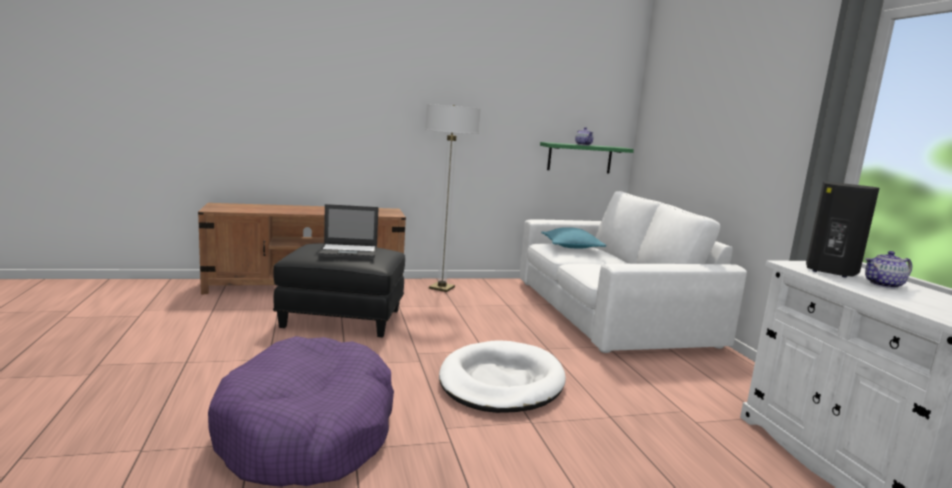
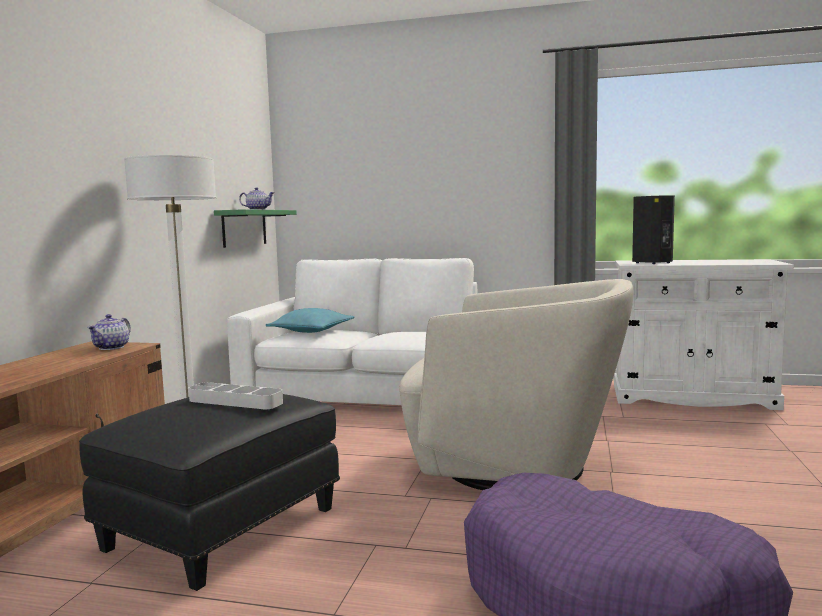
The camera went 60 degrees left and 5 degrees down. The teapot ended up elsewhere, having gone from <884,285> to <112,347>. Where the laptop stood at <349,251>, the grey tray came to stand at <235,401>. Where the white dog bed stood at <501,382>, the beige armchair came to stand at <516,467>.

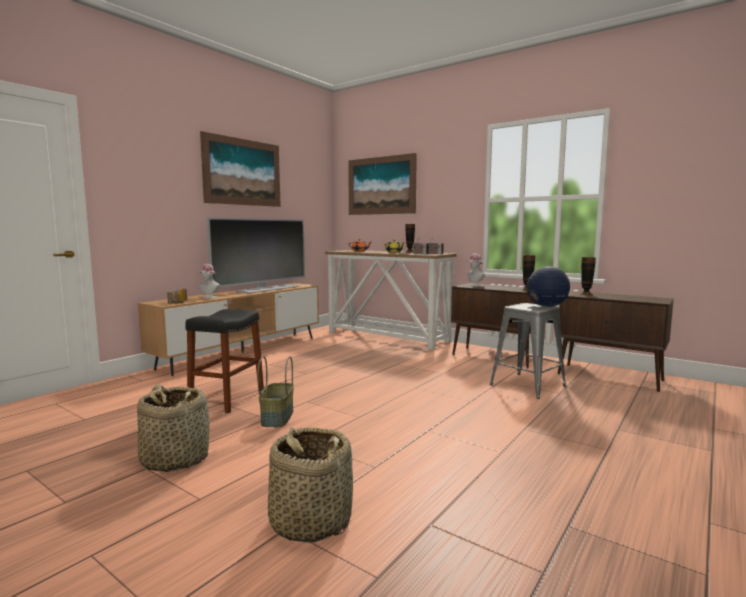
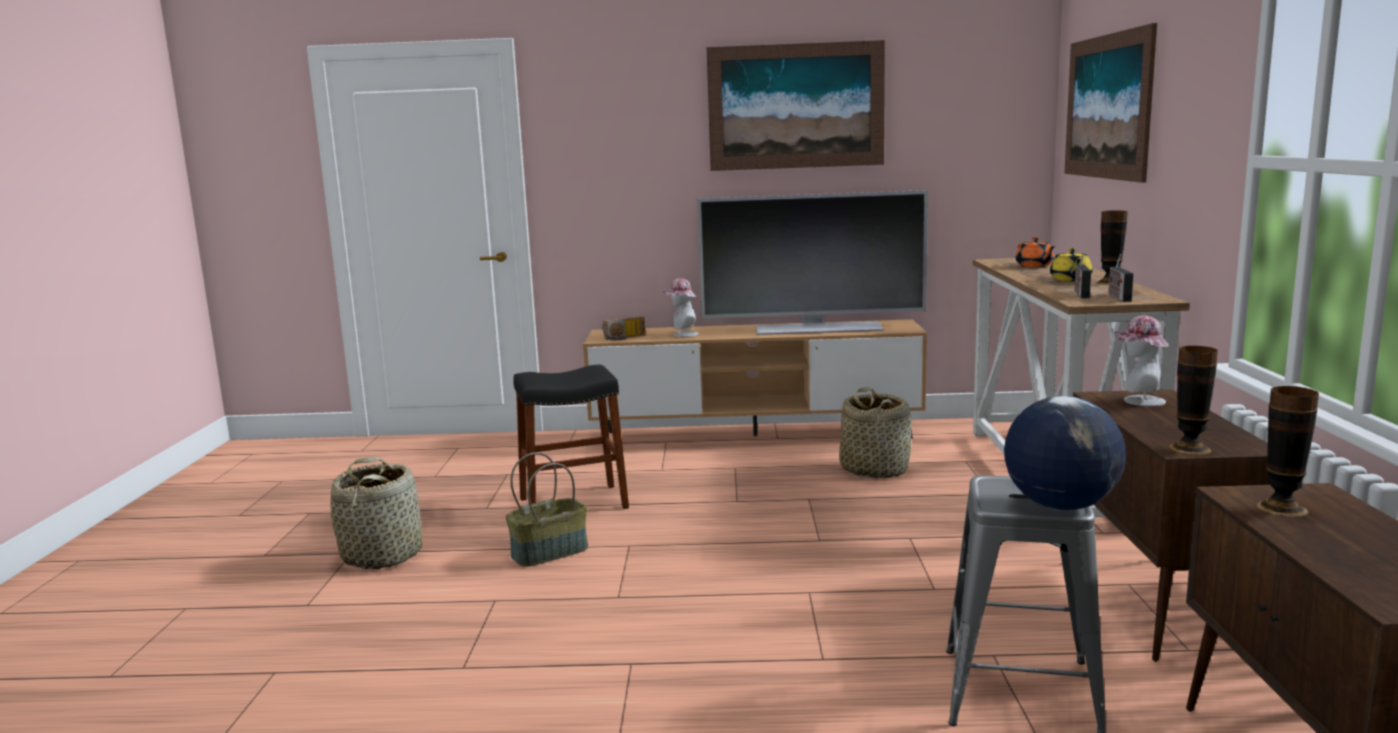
The camera went 55 degrees right and 5 degrees up. The basket ended up elsewhere, having gone from <310,521> to <874,469>.

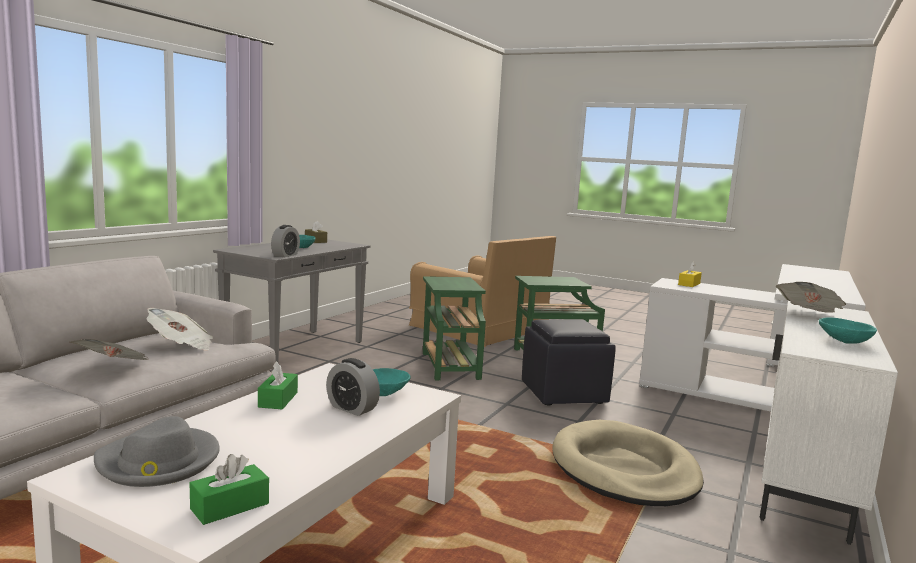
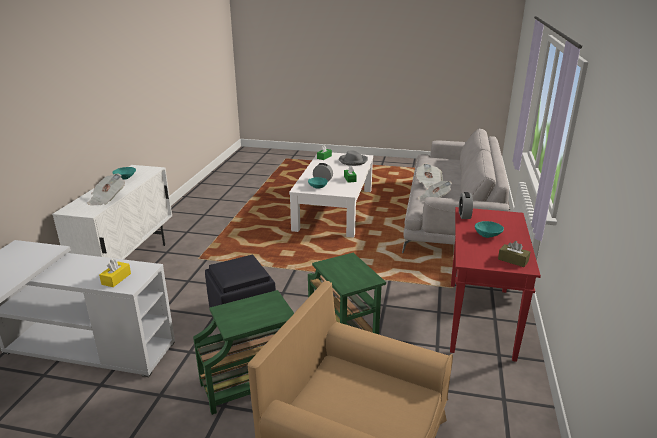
The camera went 165 degrees right and 15 degrees up. The second view lost the beige dog bed at <624,469>. What was the grey console table at <296,350> turned into the red console table at <480,320>.

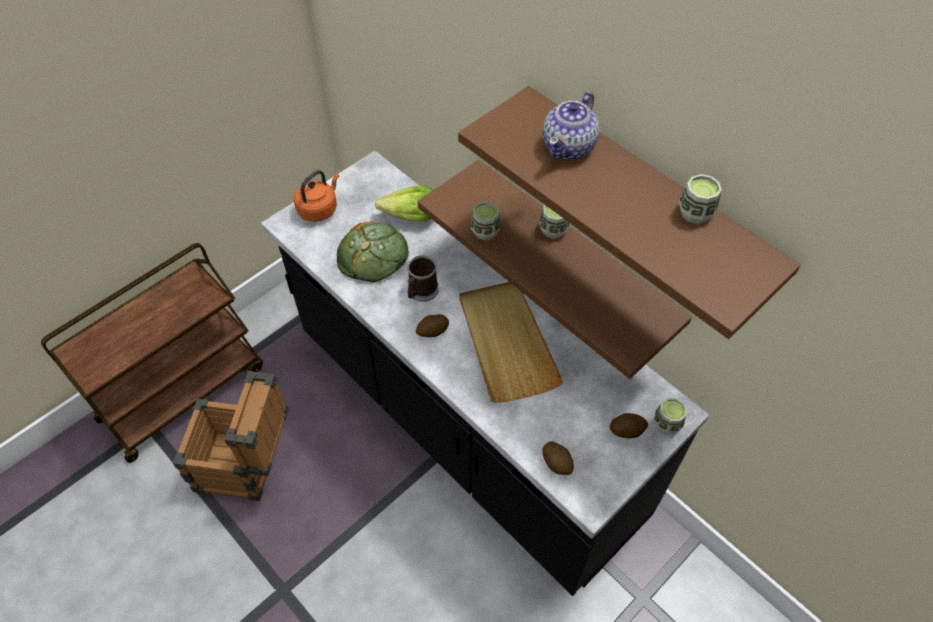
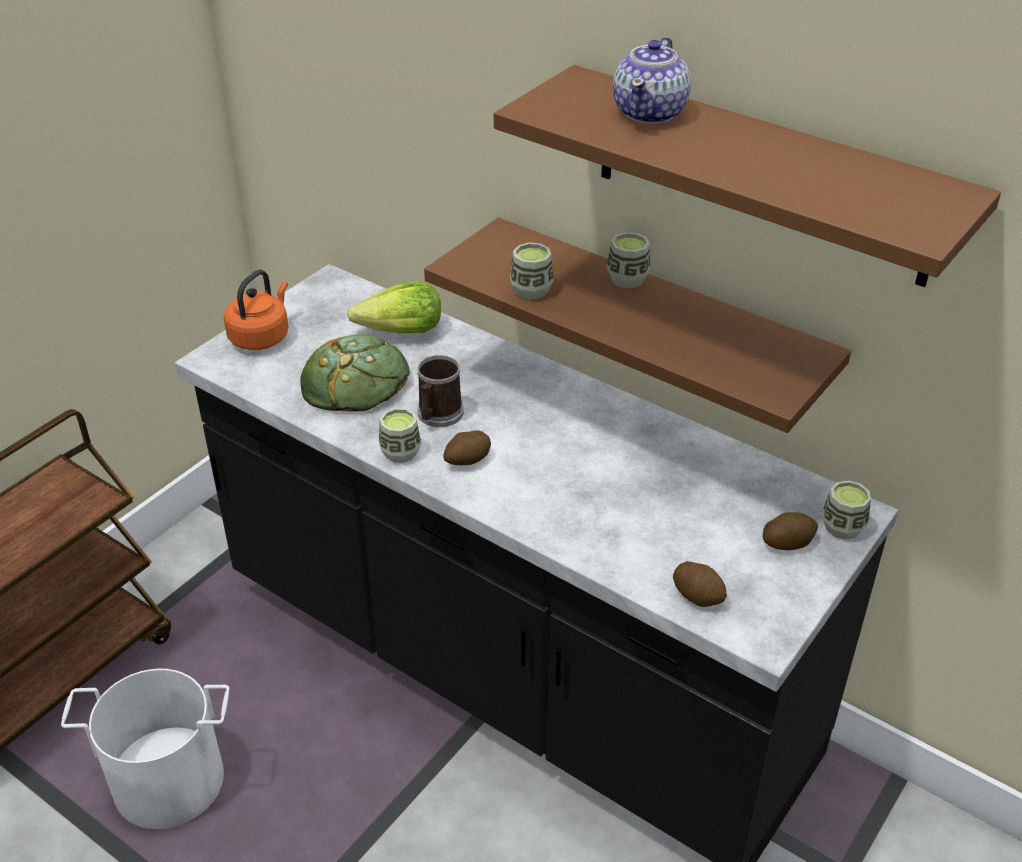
The camera went 10 degrees left and 15 degrees down. The second view lost the beige tray at <506,342>. The cup ended up elsewhere, having gone from <695,213> to <400,452>. Where the crate stood at <248,467>, the white bucket came to stand at <168,782>.

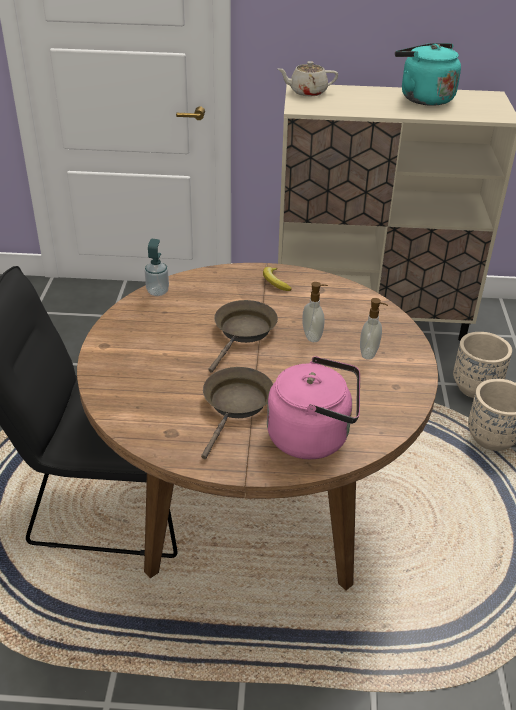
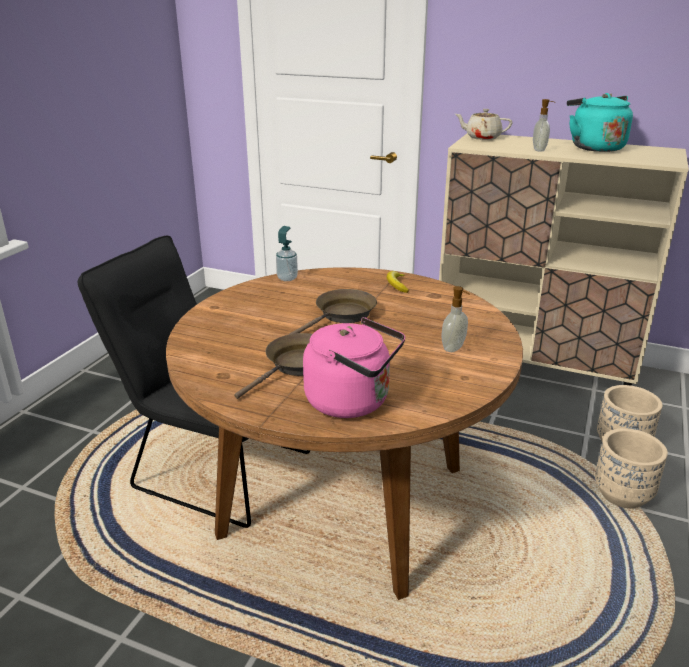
The camera went 20 degrees right and 10 degrees down. The soap dispenser ended up elsewhere, having gone from <313,336> to <540,150>.

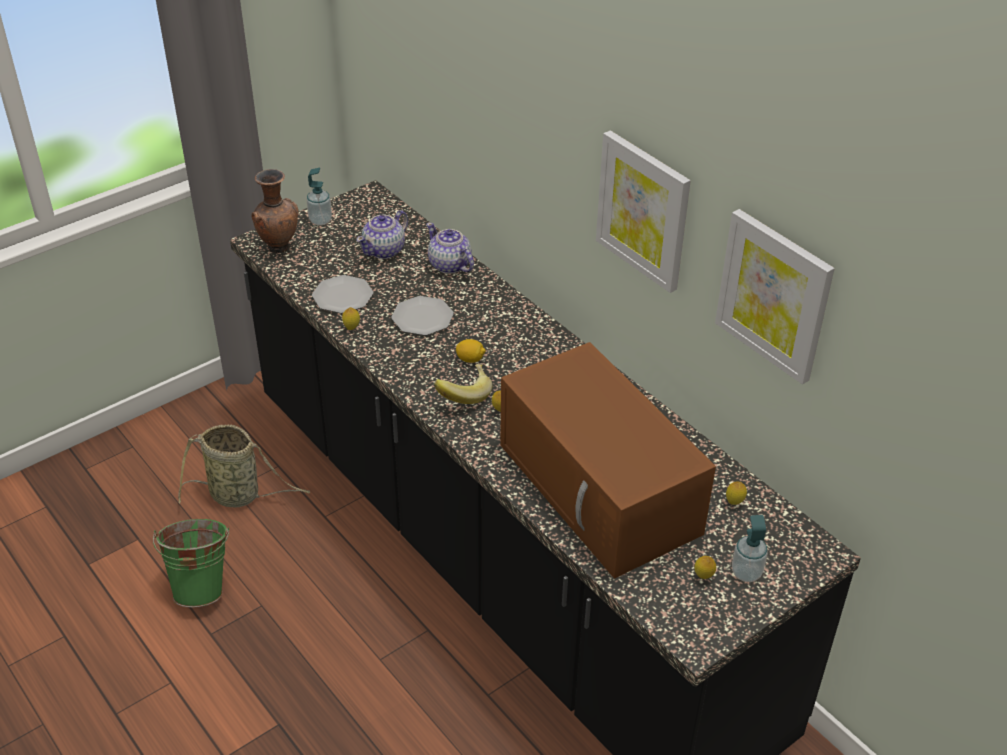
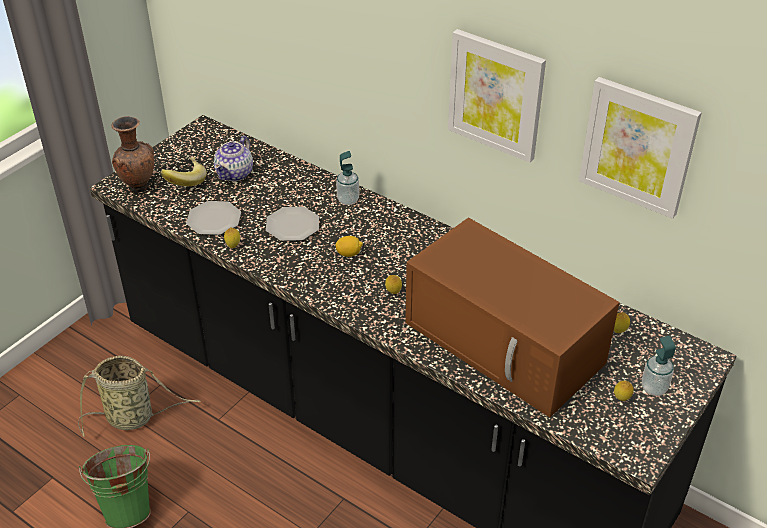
The camera went 15 degrees left and 0 degrees up. The second view lost the teapot at <449,265>. The soap dispenser ended up elsewhere, having gone from <320,220> to <348,200>. The banana ended up elsewhere, having gone from <463,394> to <184,181>.

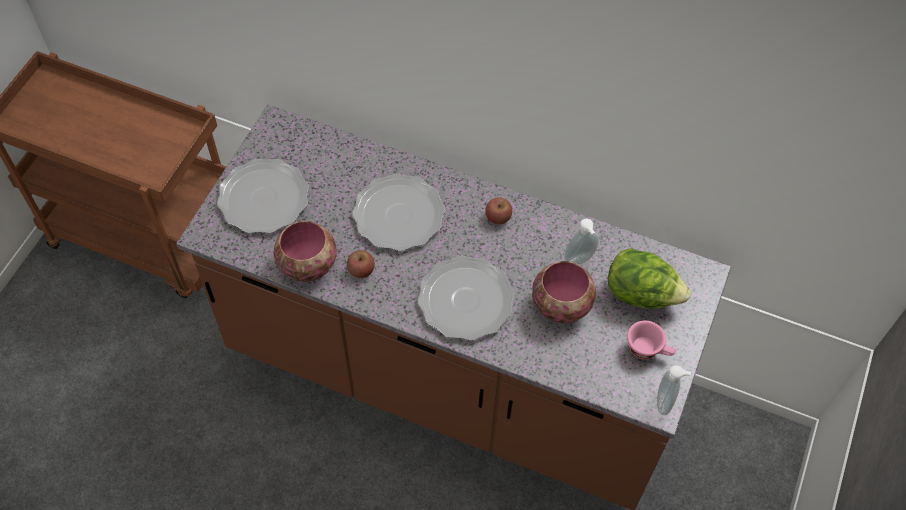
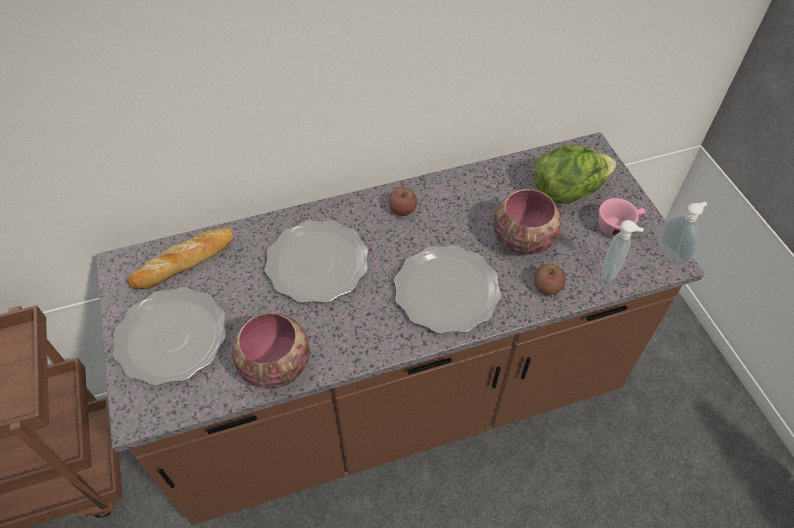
The camera went 40 degrees left and 5 degrees down. The second view gained the bread at <185,261>. The apple ended up elsewhere, having gone from <361,270> to <547,287>. The soap dispenser ended up elsewhere, having gone from <580,261> to <610,272>.

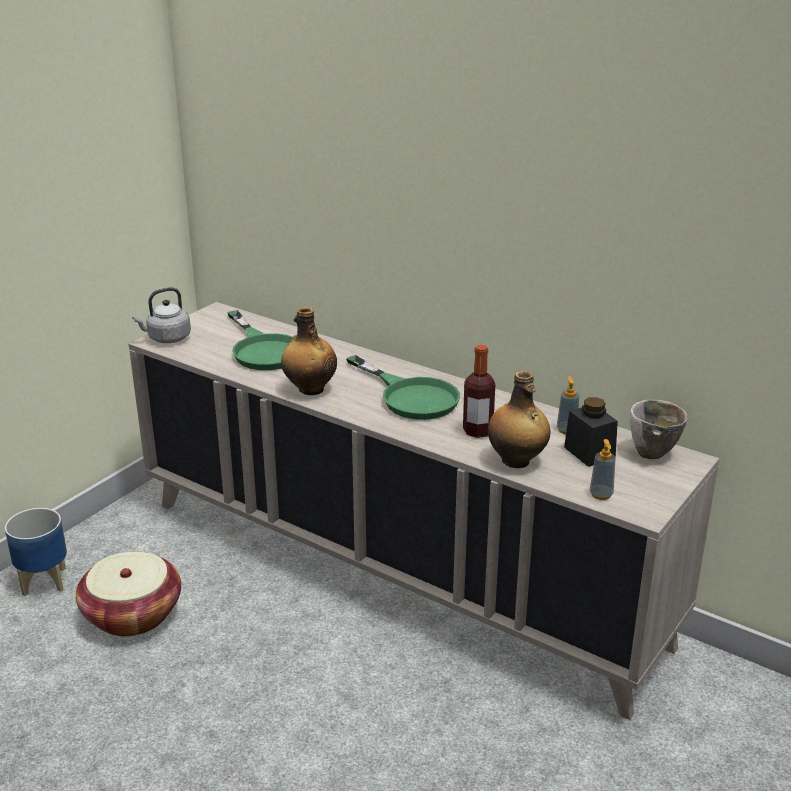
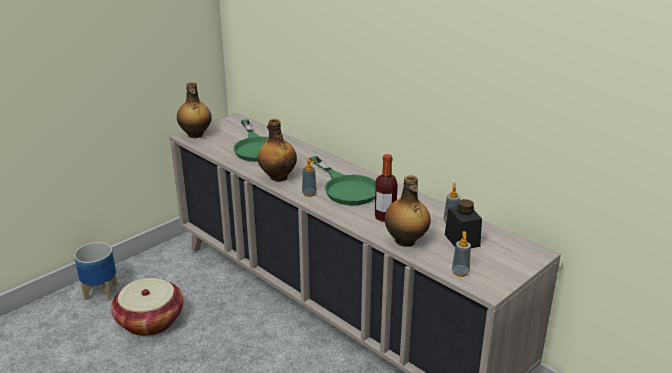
The camera went 10 degrees right and 0 degrees up. The second view lost the bowl at <652,455>. The second view gained the soap dispenser at <309,194>. Where the grey kettle stood at <167,338>, the bottle came to stand at <195,135>.

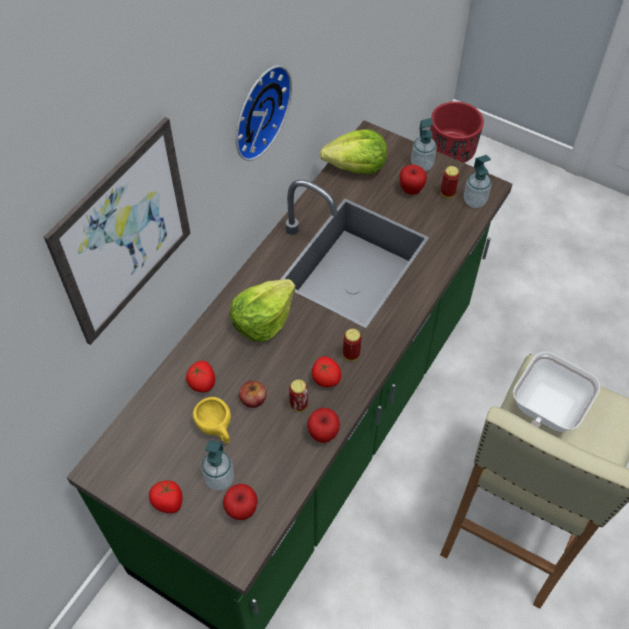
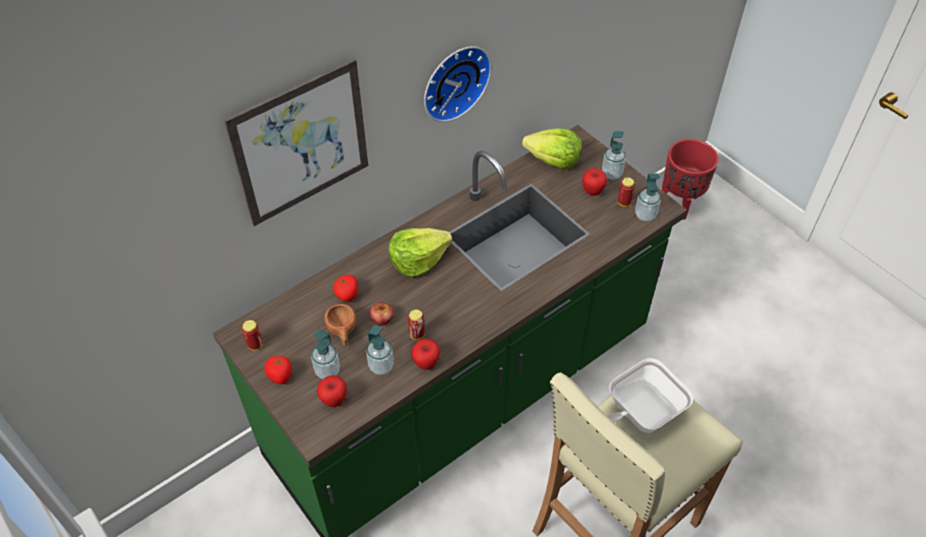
The camera went 20 degrees right and 5 degrees down. The second view lost the tomato at <325,378>. The second view gained the soap dispenser at <381,366>. The can ended up elsewhere, having gone from <351,354> to <255,345>. What was the yellow cup at <216,428> turned into the brown cup at <343,332>.

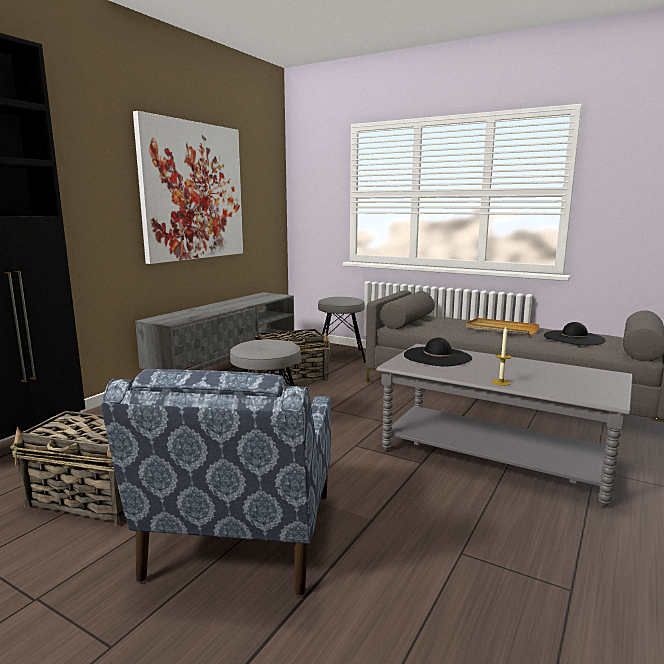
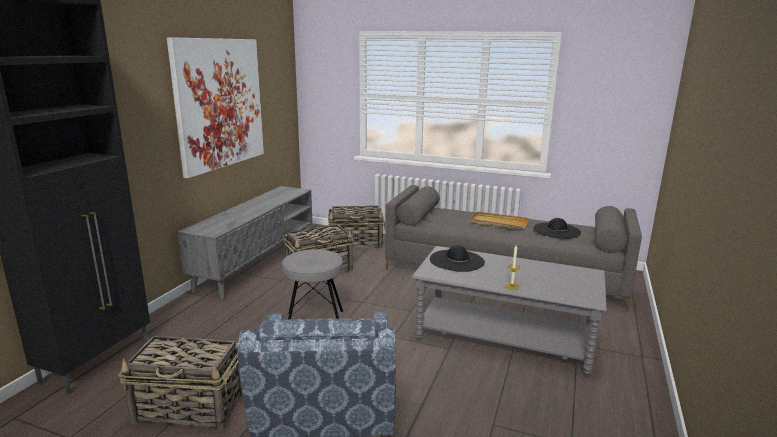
The camera went 10 degrees left and 5 degrees up. Where the grey stool stood at <341,356>, the basket came to stand at <356,243>.

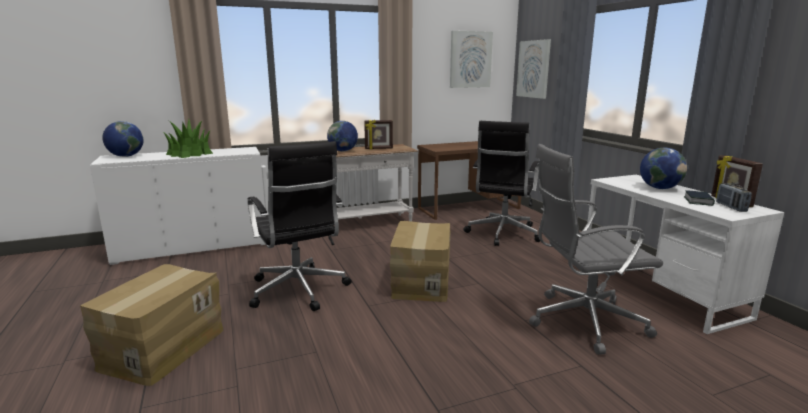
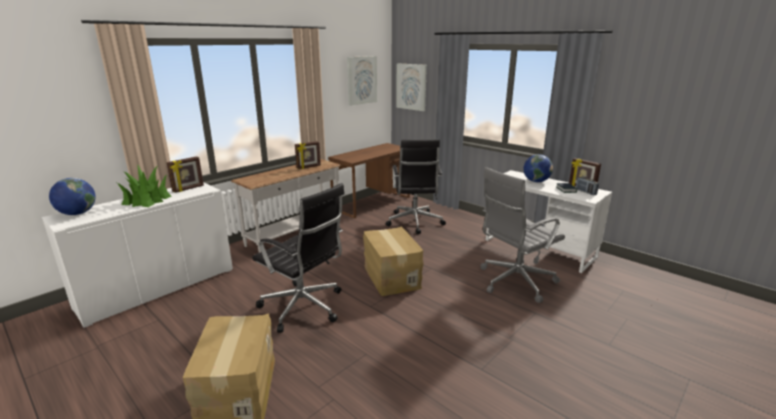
The camera went 25 degrees left and 5 degrees up. The second view lost the globe at <343,151>. The second view gained the picture frame at <188,189>.

